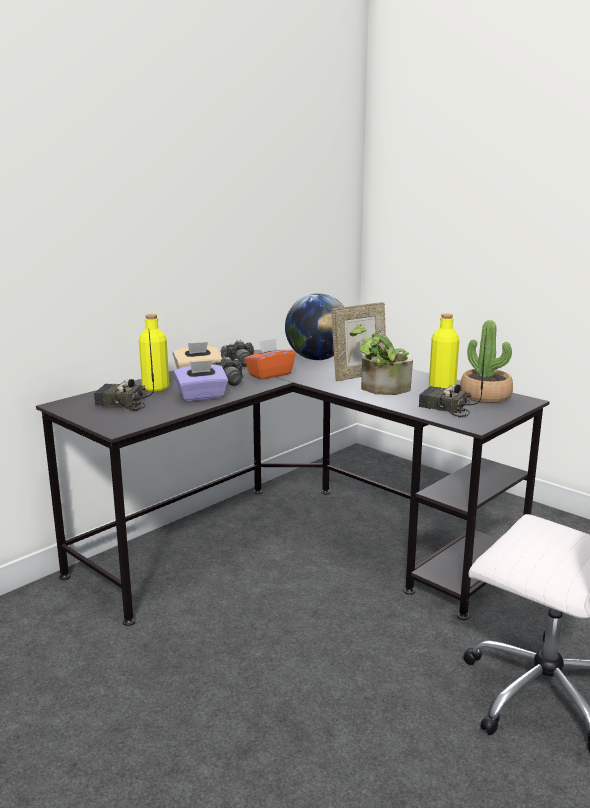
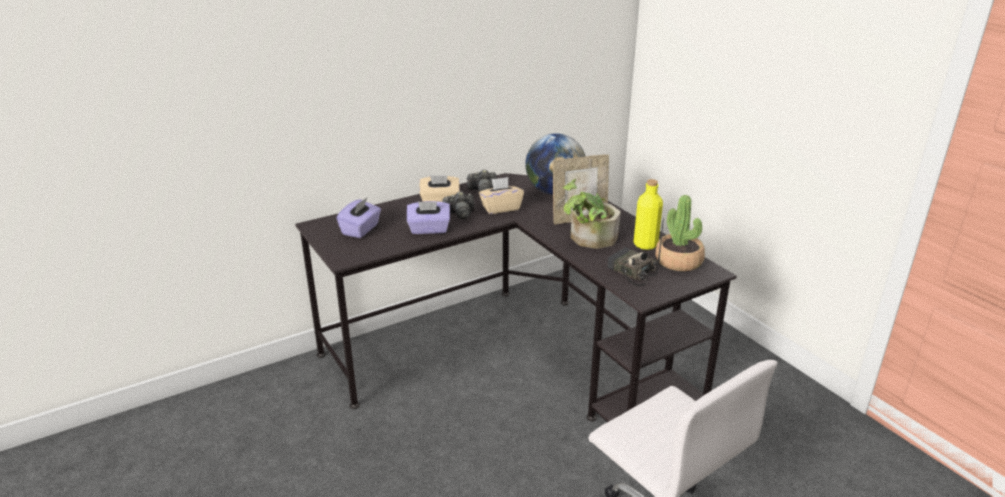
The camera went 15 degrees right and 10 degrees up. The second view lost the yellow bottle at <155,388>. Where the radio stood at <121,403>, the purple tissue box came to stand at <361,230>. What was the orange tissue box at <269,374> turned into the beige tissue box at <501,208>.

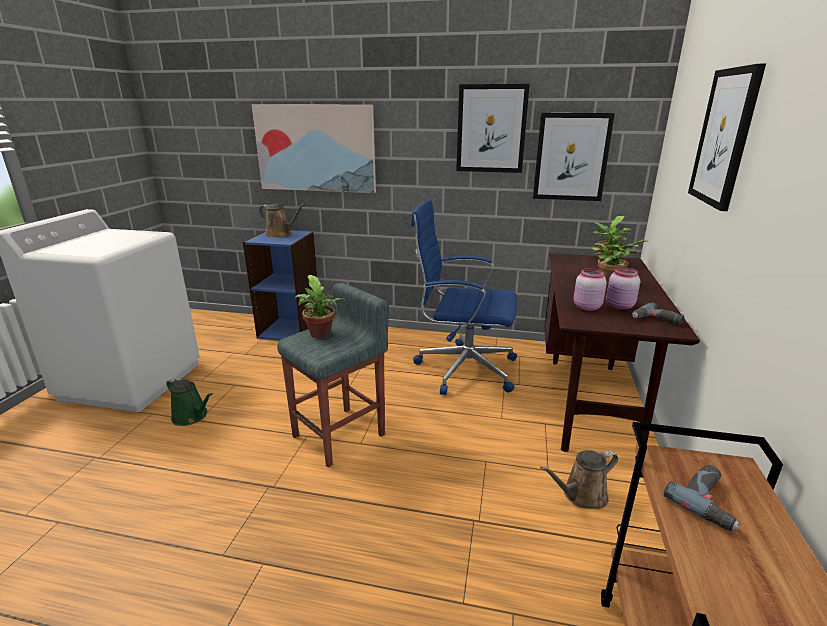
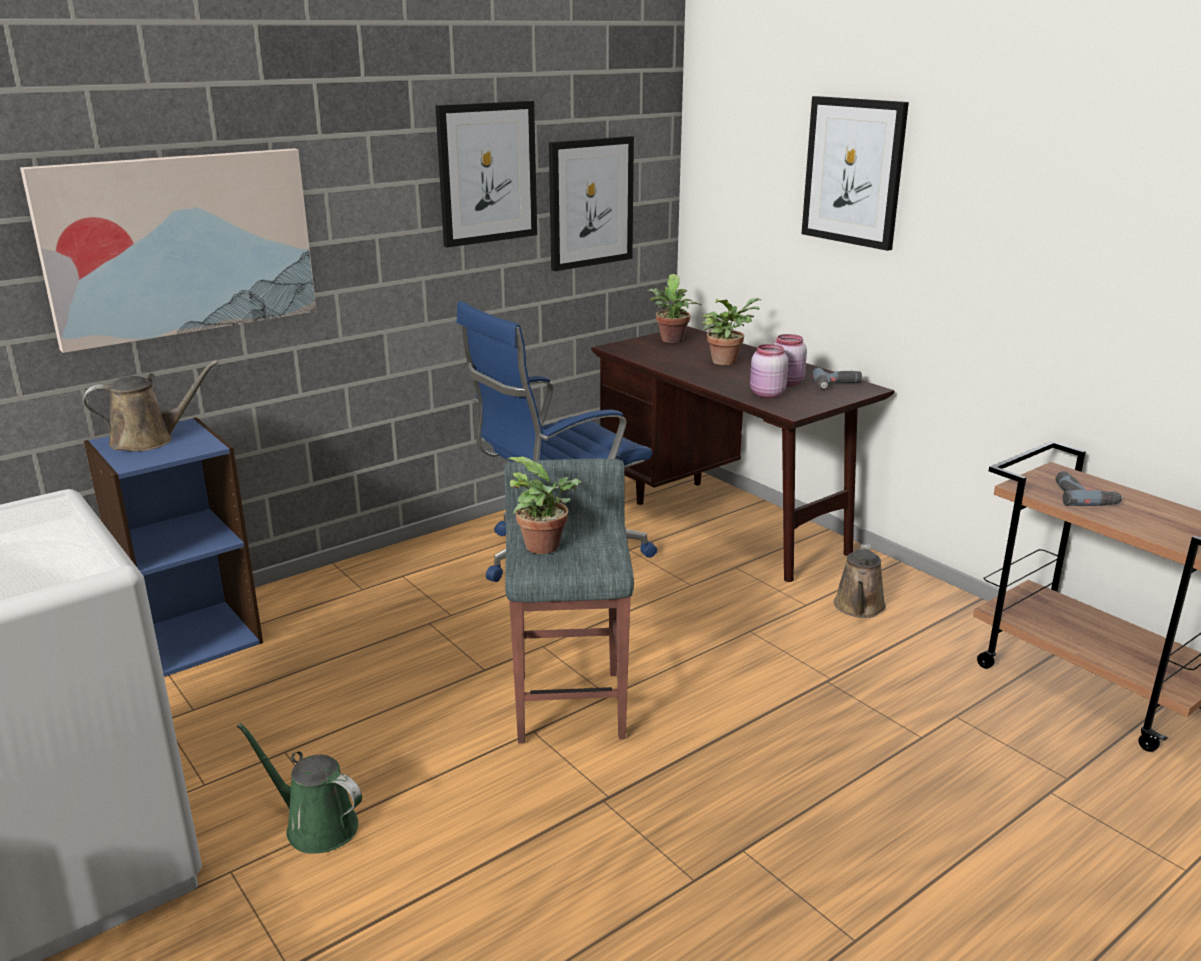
The camera went 50 degrees left and 0 degrees up. The green watering can at <192,416> ended up facing another way, 135 degrees counterclockwise from before.

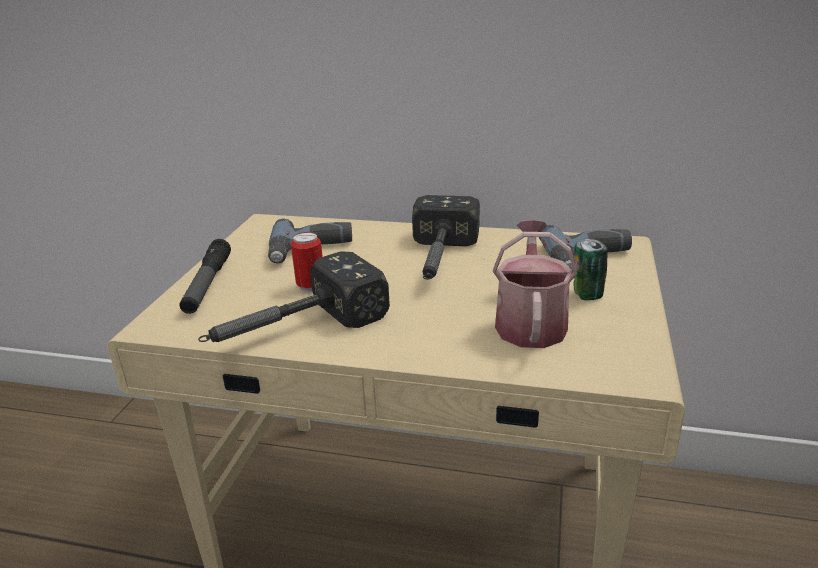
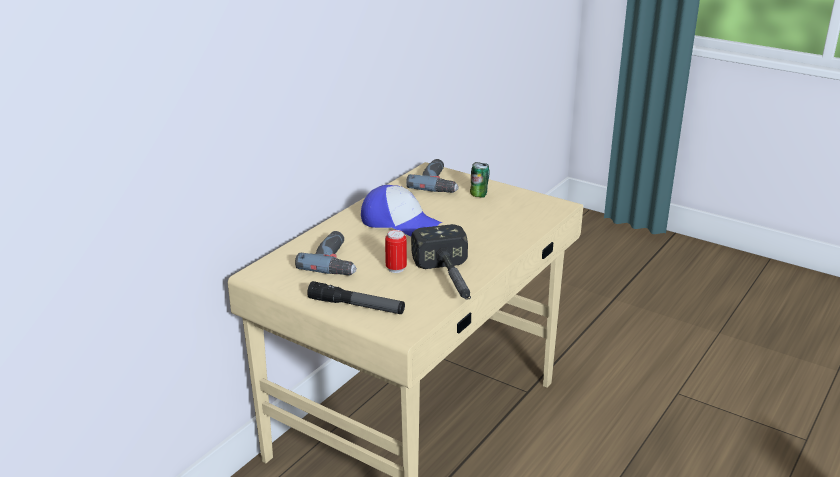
The camera went 70 degrees left and 0 degrees up. The second view lost the watering can at <530,322>. Where the hammer stood at <439,261>, the cap came to stand at <400,223>.

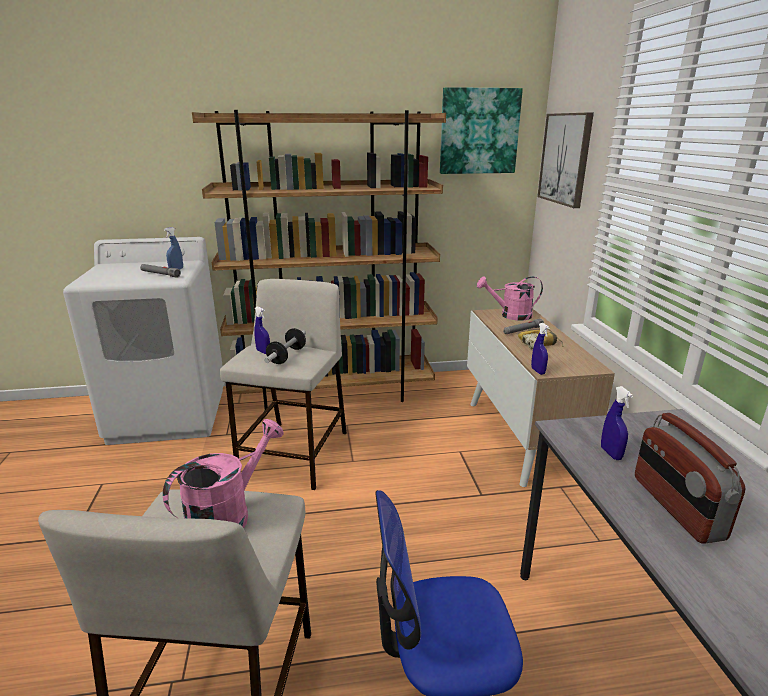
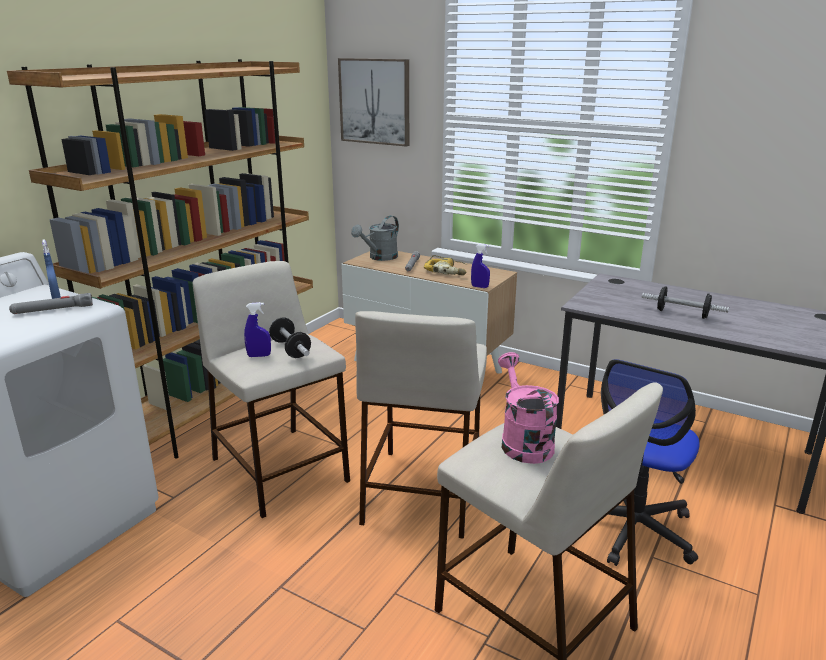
The camera went 50 degrees left and 0 degrees up. The second view lost the picture at <479,131>. The second view lost the blue spray bottle at <611,453>. The second view gained the beige stool at <422,490>. Where the radio stood at <675,507>, the dumbbell came to stand at <682,314>. What was the pink watering can at <510,315> turned into the grey watering can at <379,258>.

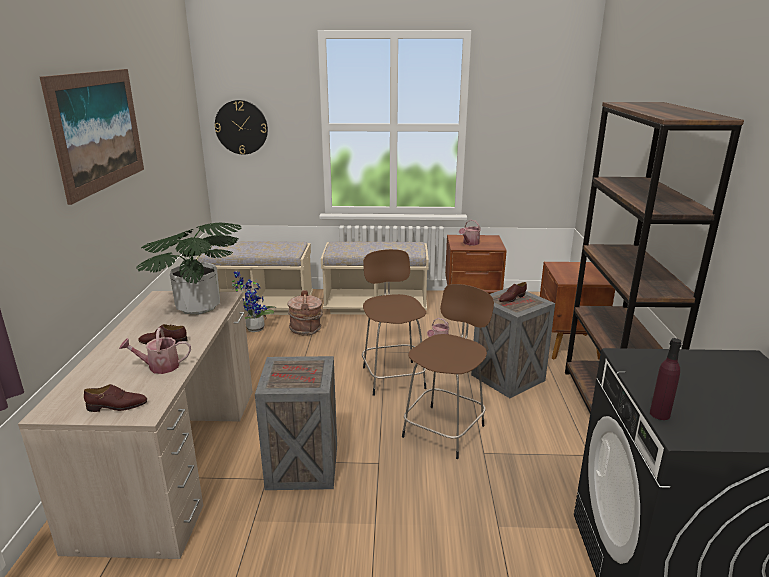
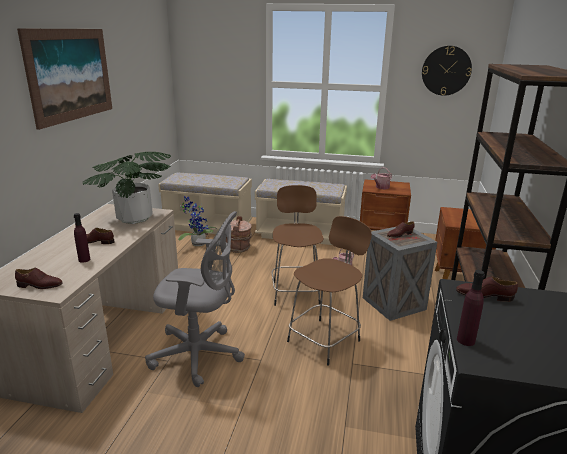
The camera went 10 degrees right and 0 degrees up. The second view gained the brown shoe at <484,296>. The wall clock ended up elsewhere, having gone from <241,127> to <446,70>. Where the watering can stood at <159,367>, the purple bottle came to stand at <84,260>. Where the crate stood at <304,467>, the grey office chair came to stand at <200,355>.

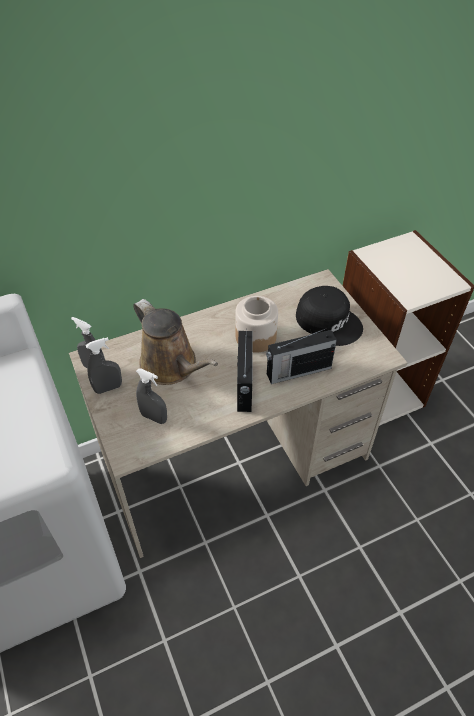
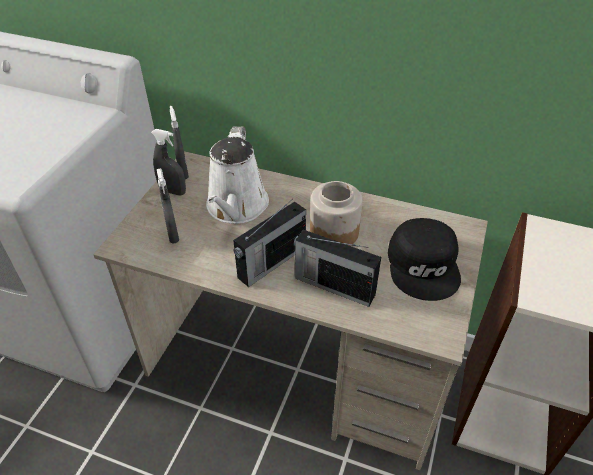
The camera went 45 degrees right and 5 degrees down. What was the brown watering can at <172,366> turned into the white watering can at <236,208>.

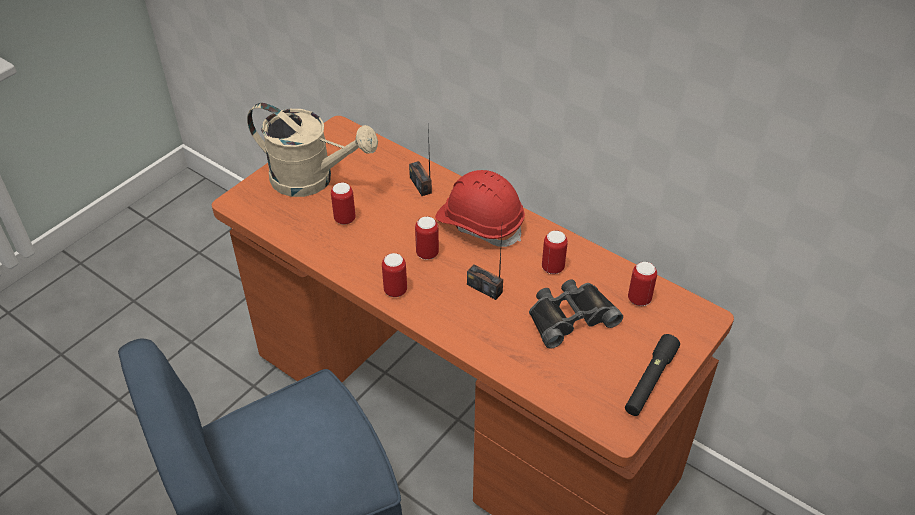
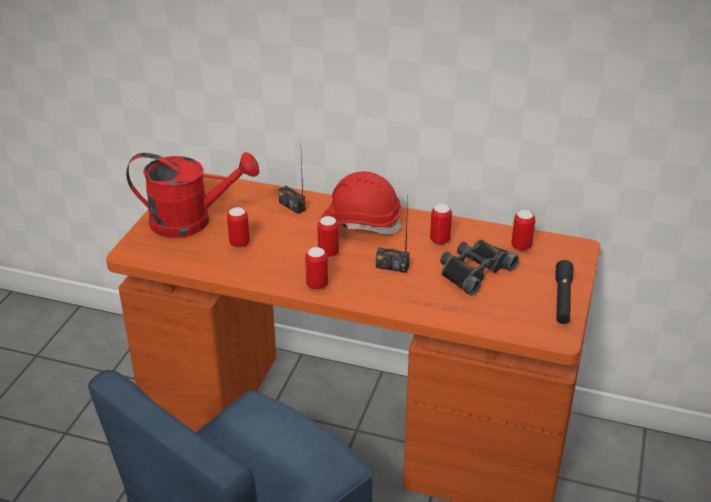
The camera went 20 degrees left and 10 degrees down. What was the beige watering can at <312,180> turned into the red watering can at <192,222>.

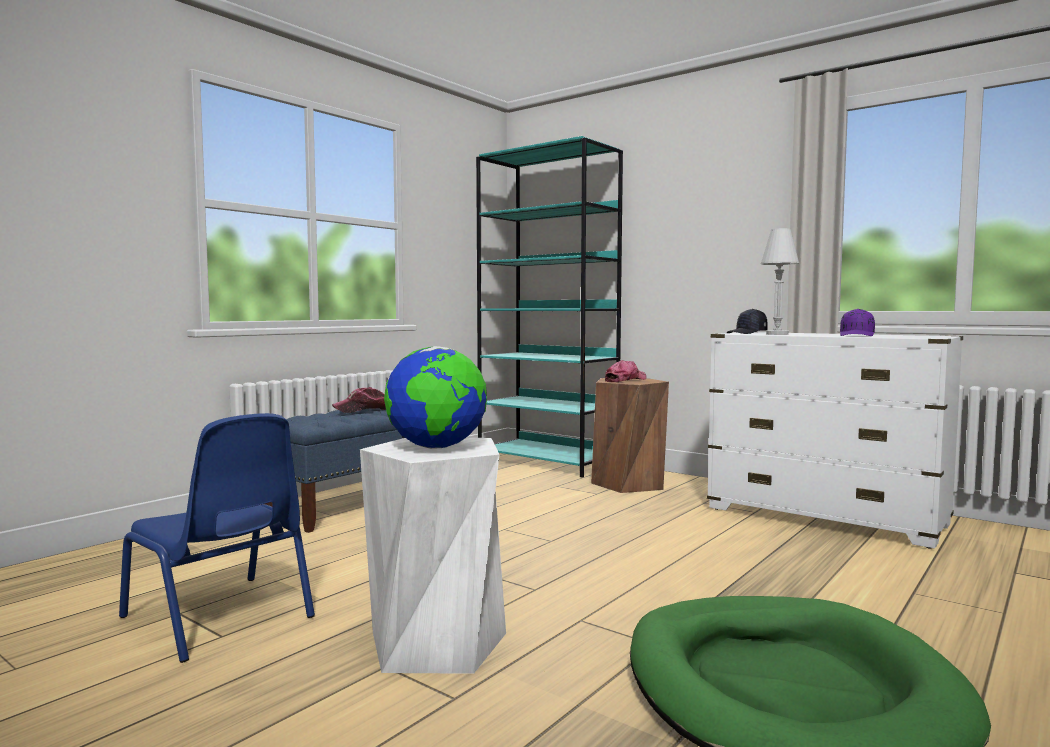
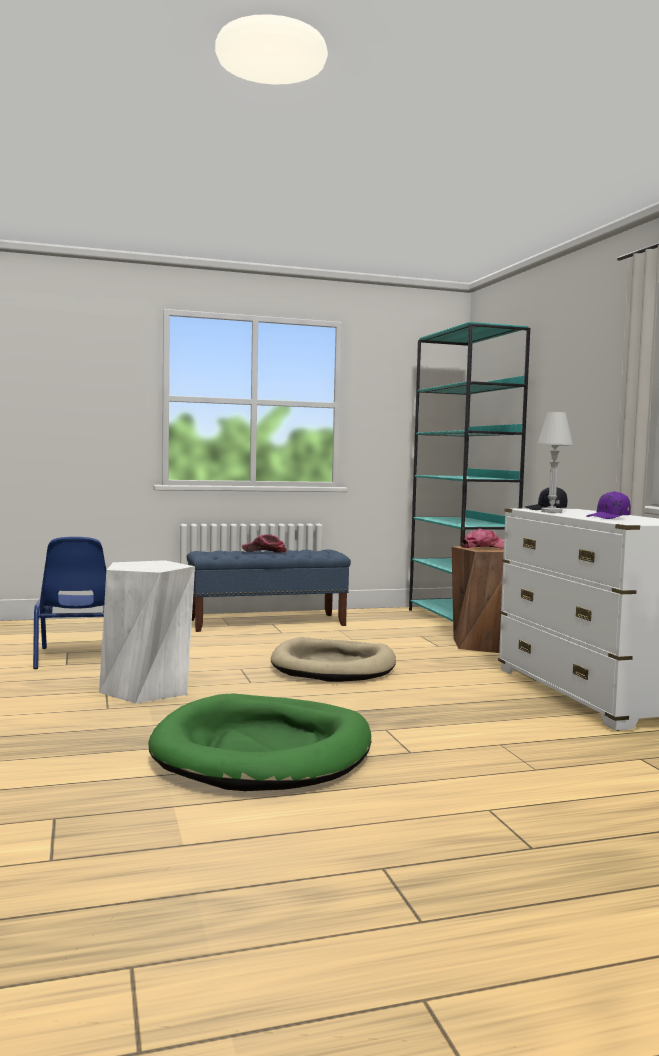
The camera went 35 degrees right and 0 degrees up. The second view lost the globe at <436,448>. The second view gained the beige dog bed at <334,666>.

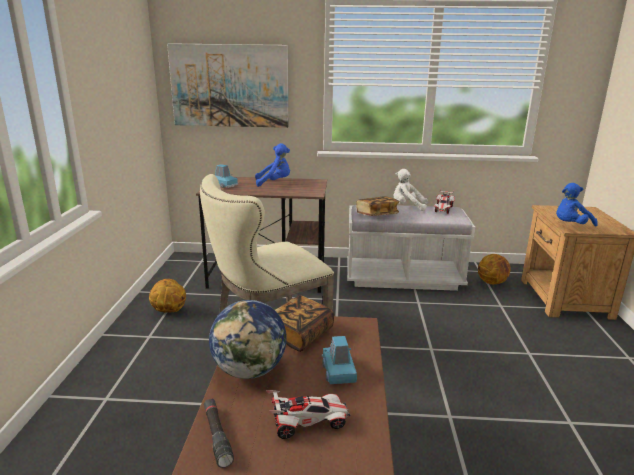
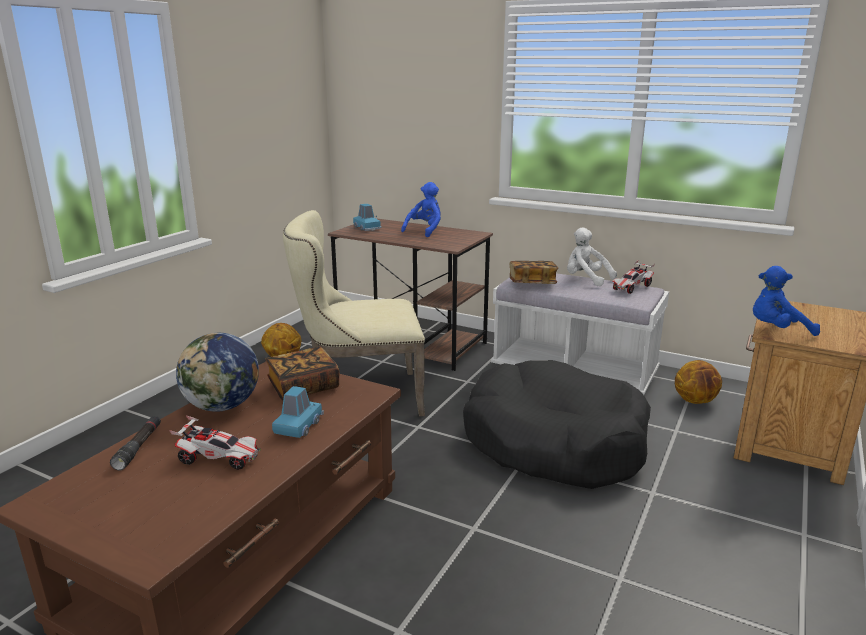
The camera went 25 degrees right and 0 degrees up. The second view lost the picture at <229,86>. The second view gained the black dog bed at <553,442>. The blue plush toy at <274,182> ended up facing another way, 75 degrees counterclockwise from before.

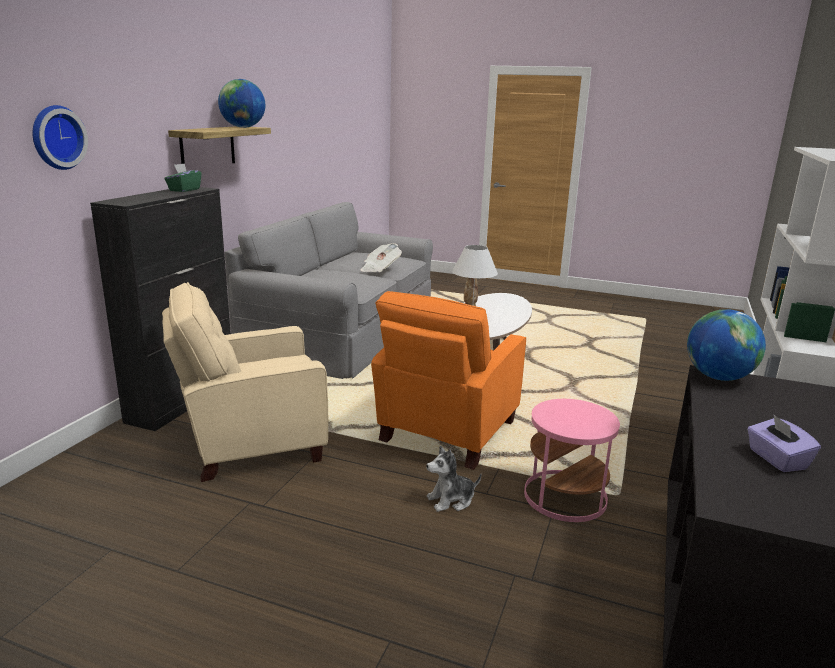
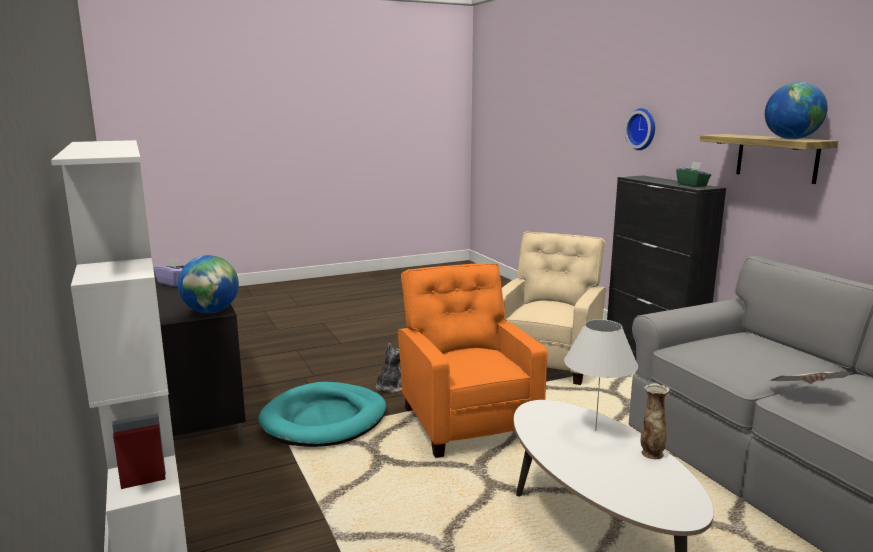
The camera went 135 degrees right and 5 degrees down. Where the pink side table stood at <564,496>, the turquoise dog bed came to stand at <324,419>.

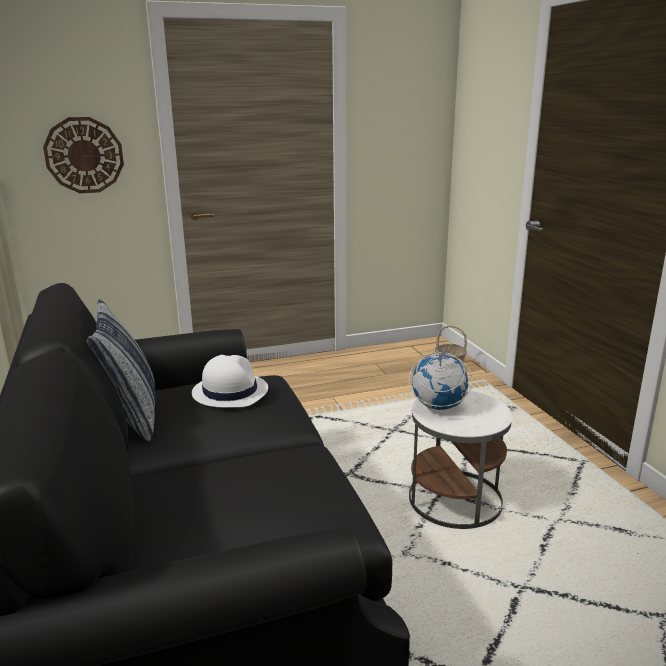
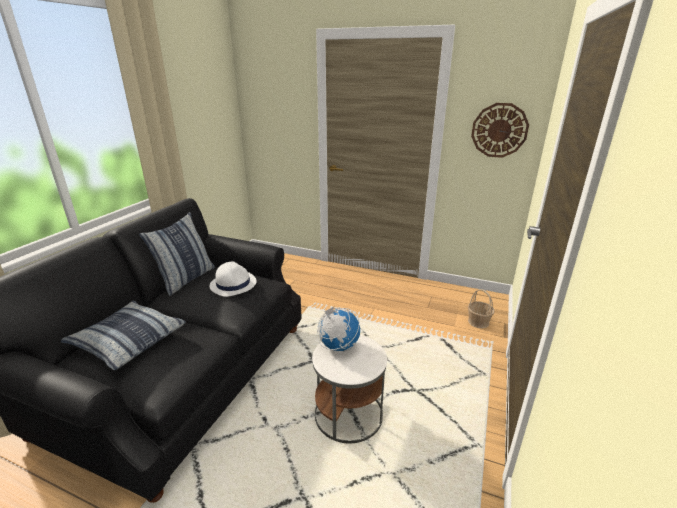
The camera went 40 degrees right and 5 degrees up. The second view gained the pillow at <128,341>. The wall clock ended up elsewhere, having gone from <84,155> to <499,130>.

